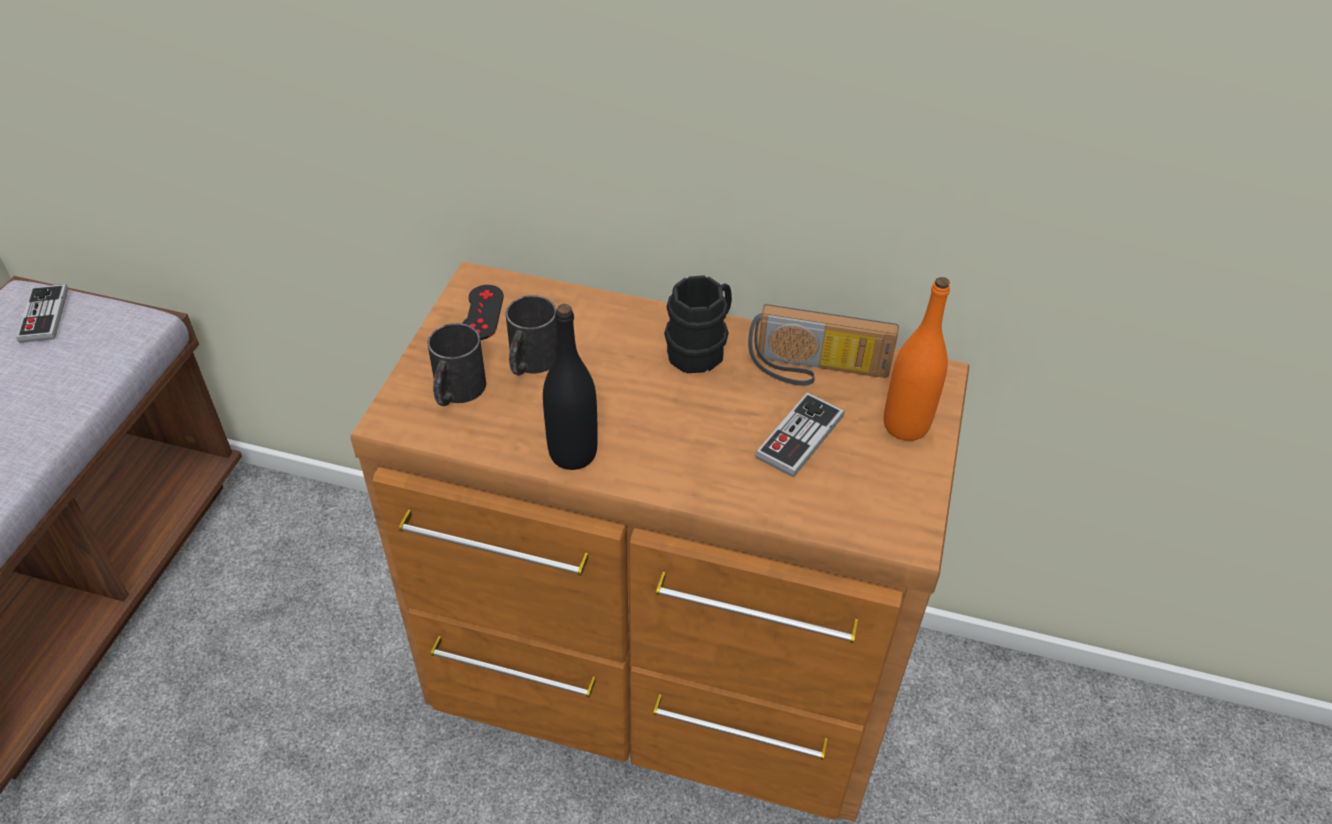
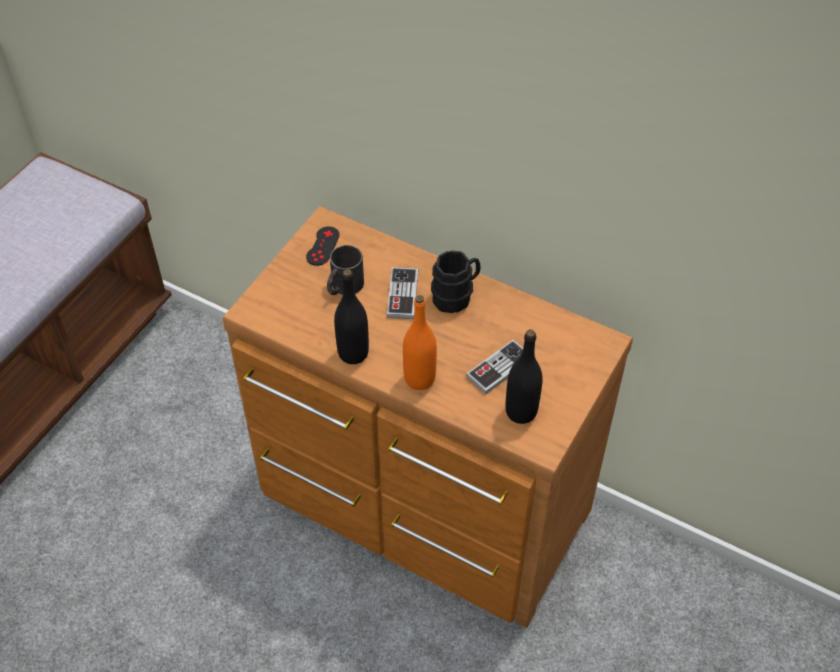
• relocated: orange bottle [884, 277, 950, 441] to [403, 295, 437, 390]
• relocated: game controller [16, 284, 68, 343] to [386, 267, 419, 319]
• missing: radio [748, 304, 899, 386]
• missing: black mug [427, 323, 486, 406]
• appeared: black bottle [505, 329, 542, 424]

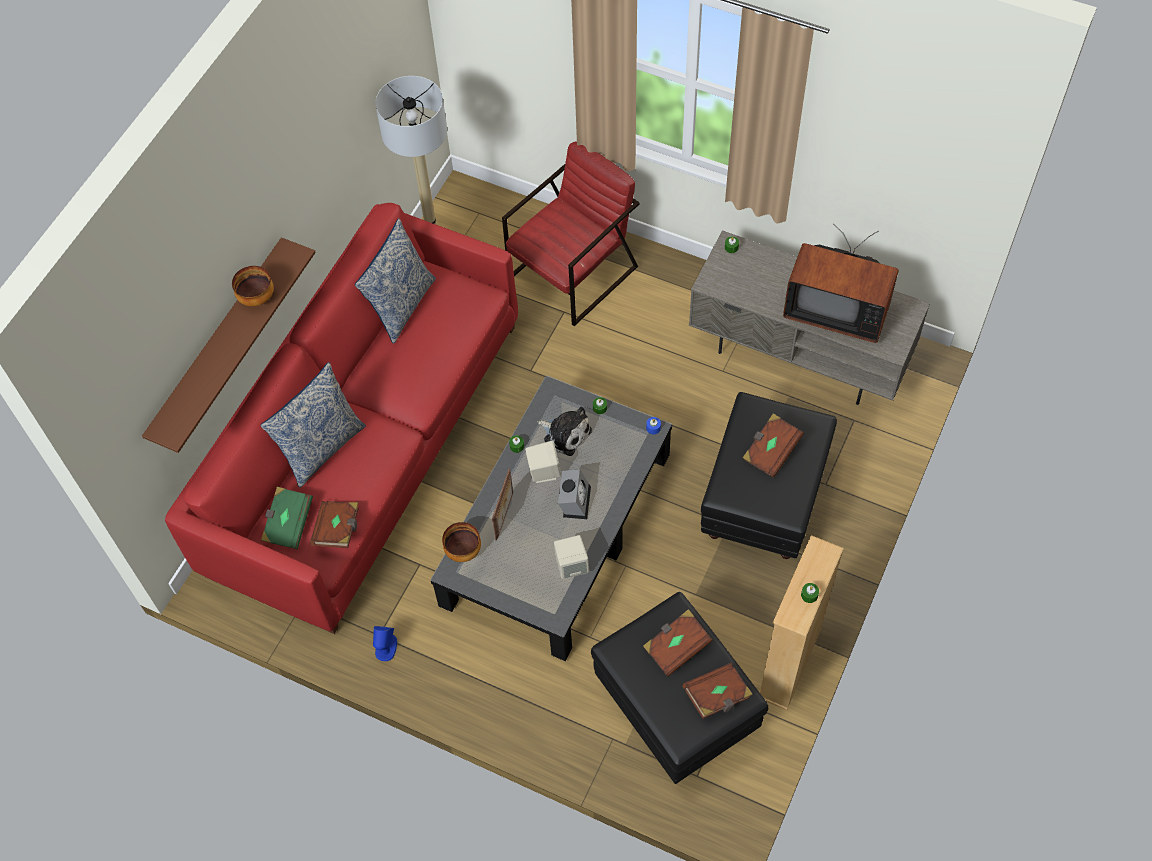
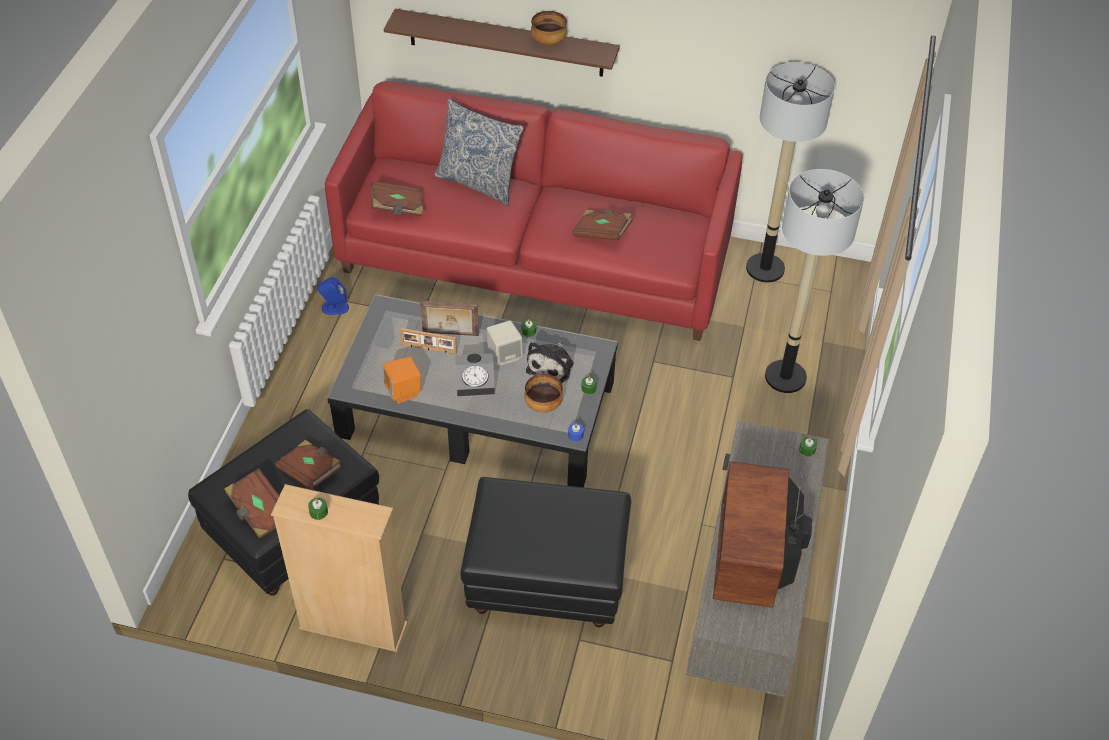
• exchanged: red armchair [502, 142, 640, 326] to floor lamp [765, 169, 864, 393]
• missing: pillow [355, 218, 436, 344]
• relocated: brown book [742, 413, 804, 478] to [572, 210, 633, 240]
• missing: green book [261, 487, 313, 549]
• relocated: bowl [442, 522, 481, 562] to [524, 374, 563, 412]
• colour: beige speaker [554, 535, 589, 579] to orange speaker [383, 357, 421, 404]
• appeared: picture frame [400, 328, 457, 354]

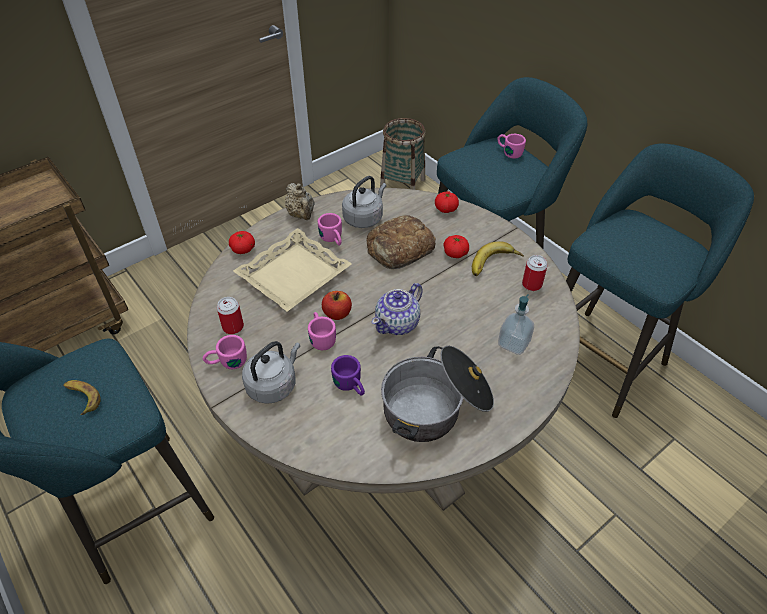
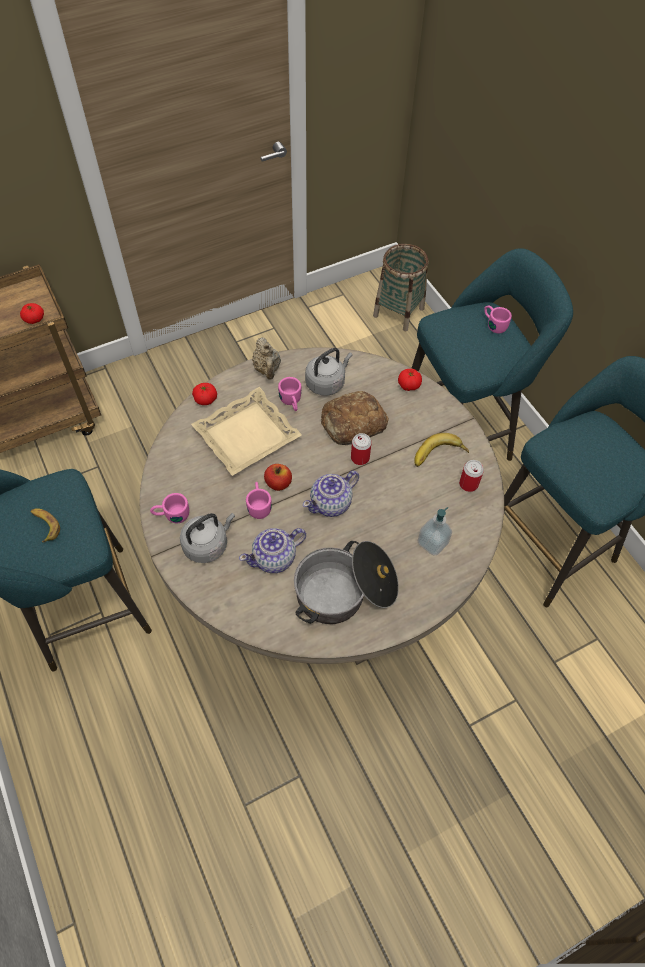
• relocated: tomato [443, 235, 469, 258] to [20, 303, 44, 324]
• relocated: can [217, 297, 244, 334] to [351, 433, 372, 465]
• exchanged: purple mug [331, 355, 365, 395] to teapot [239, 528, 306, 573]

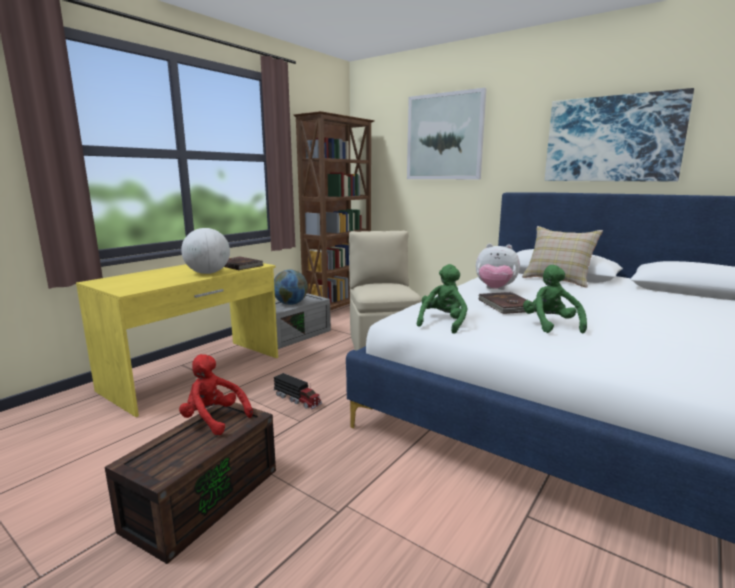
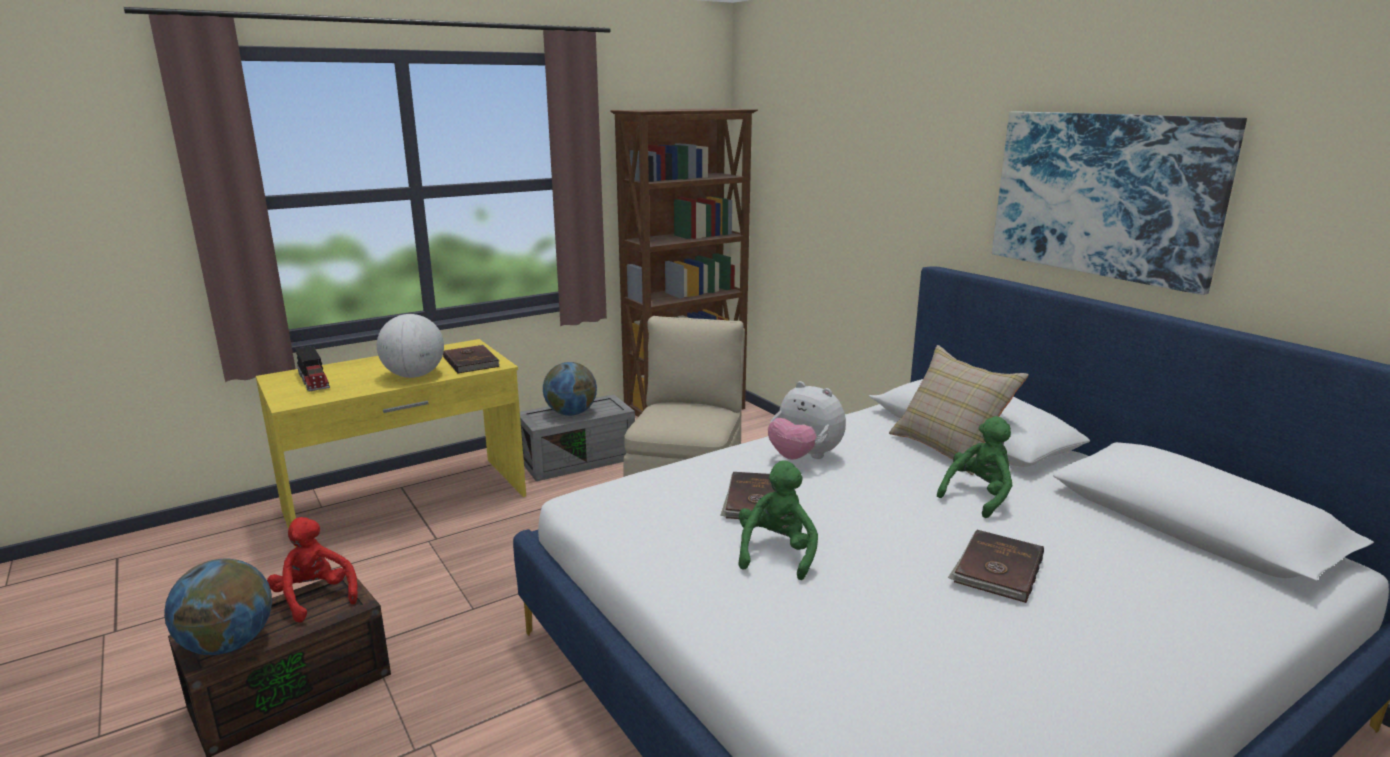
• missing: picture [407, 88, 486, 179]
• relocated: green plush toy [417, 264, 467, 334] to [937, 416, 1012, 518]
• relocated: toy truck [274, 373, 322, 410] to [296, 346, 330, 391]
• appeared: brown book [948, 530, 1044, 603]
• appeared: globe [164, 558, 272, 655]

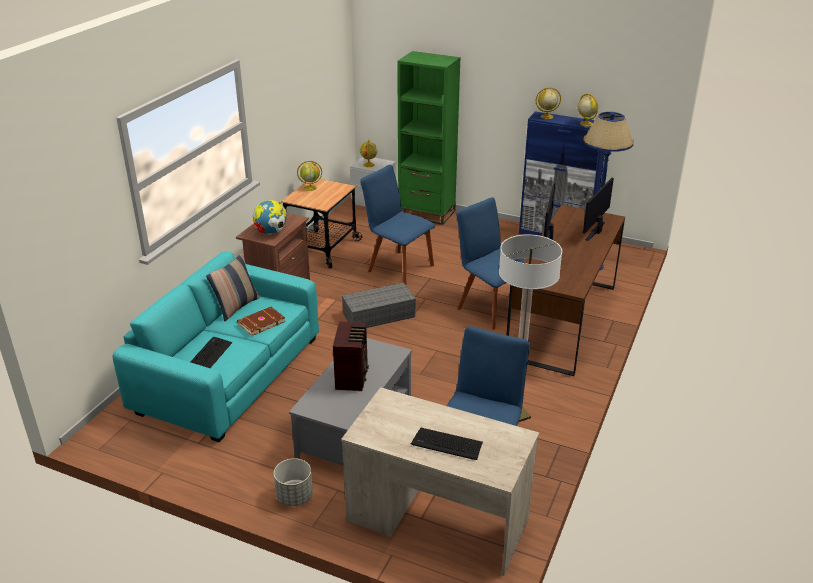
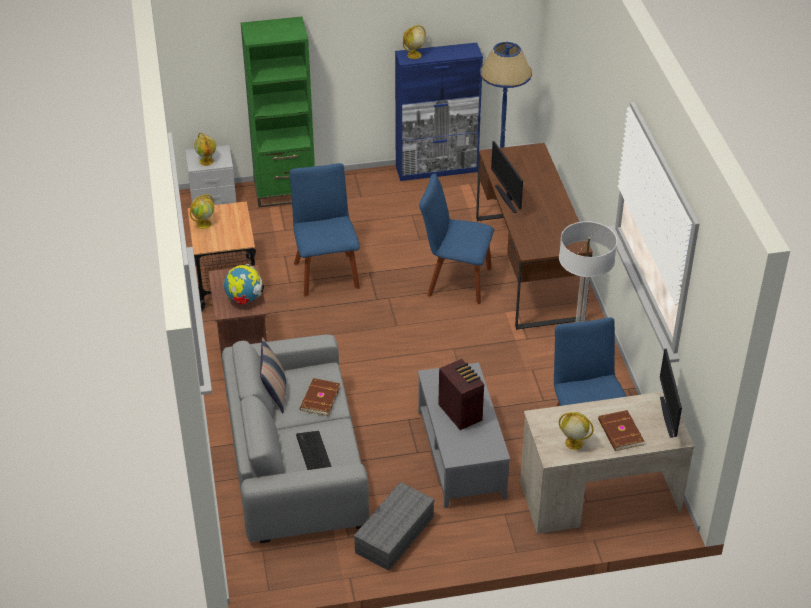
• relocated: globe [578, 93, 598, 126] to [559, 412, 593, 450]
• spun: blue chair [360, 165, 435, 285] = [290, 163, 360, 297] 75 degrees clockwise
• relocated: monitor [583, 178, 614, 241] to [660, 349, 682, 438]
• colour: turquoise sofa [113, 251, 319, 442] to grey sofa [222, 334, 369, 543]
• relocated: grey storage box [342, 282, 416, 328] to [354, 482, 435, 571]
• exchanged: keyboard [411, 428, 483, 460] to brown book [598, 410, 644, 451]
• missing: grey planter [274, 458, 313, 506]

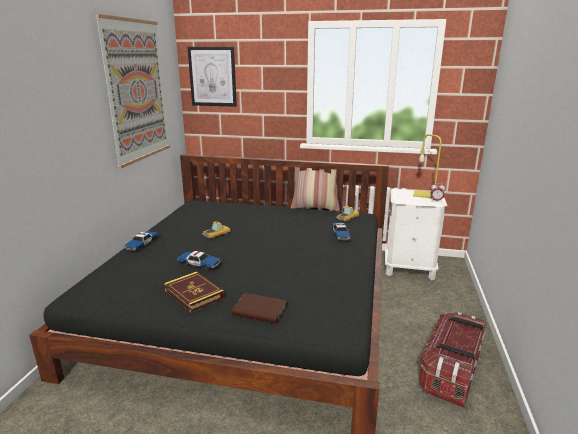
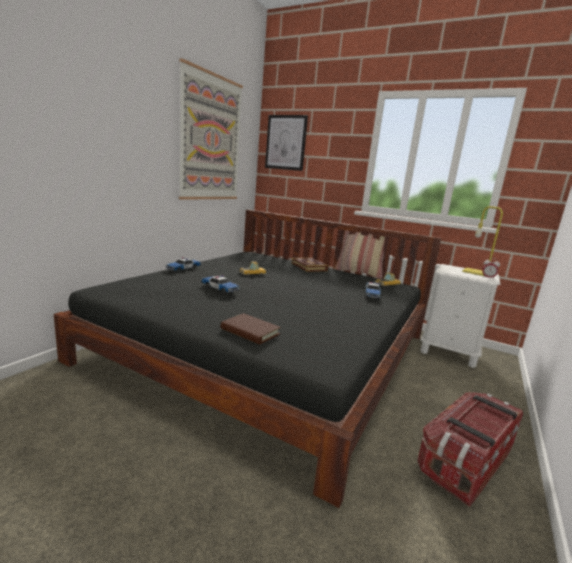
• relocated: book [164, 271, 224, 313] to [292, 258, 328, 272]

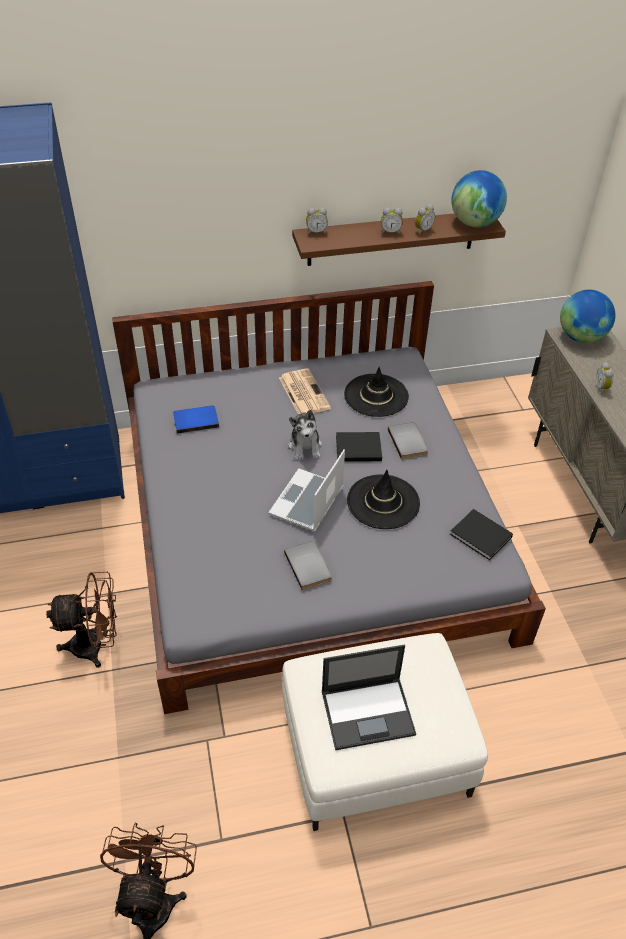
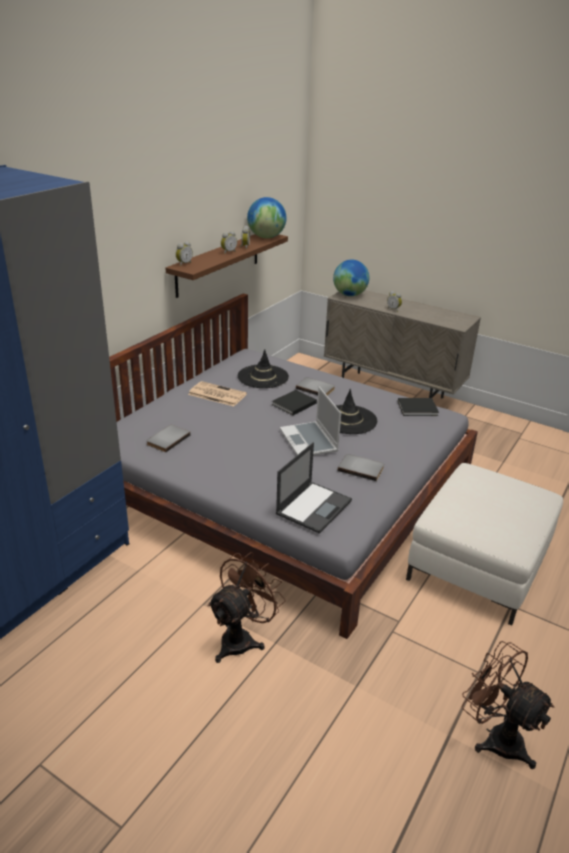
• colour: blue book [173, 405, 219, 434] to grey book [146, 425, 191, 453]
• missing: plush toy [288, 410, 322, 461]
• relocated: laptop [322, 645, 416, 750] to [276, 442, 352, 534]

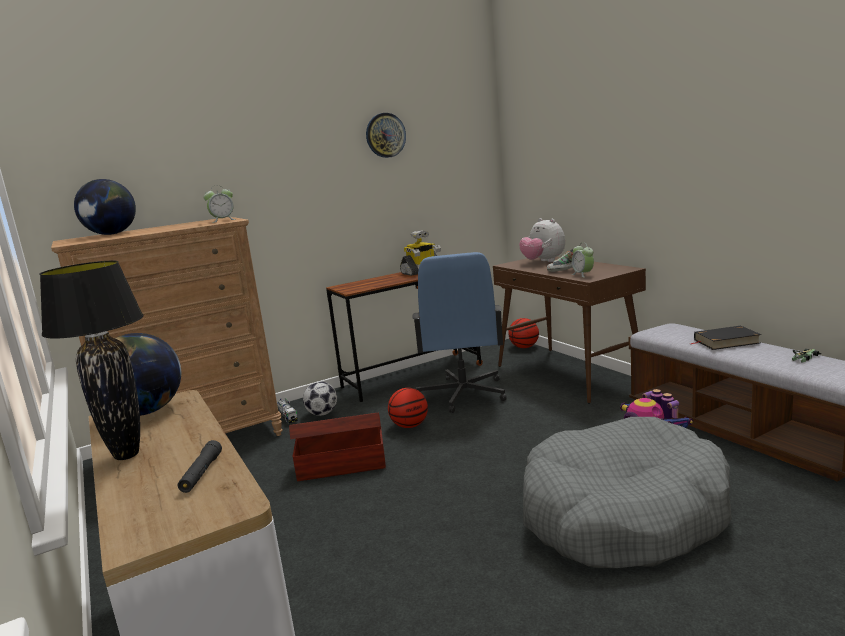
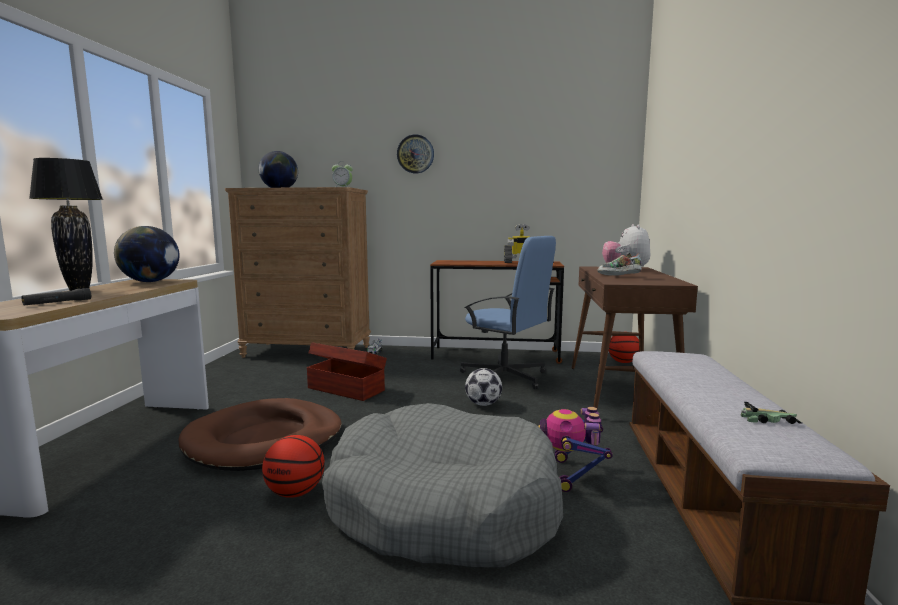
• relocated: wall clock [366, 113, 406, 158] to [397, 135, 434, 173]
• missing: alarm clock [572, 242, 594, 278]
• spun: blue office chair [412, 252, 507, 413] = [460, 236, 556, 389] 90 degrees counterclockwise
• missing: black book [690, 326, 761, 350]
• relocated: football [303, 382, 337, 416] to [465, 368, 502, 406]
• relocated: basketball [388, 388, 428, 428] to [262, 435, 325, 498]
• appeared: brown dog bed [178, 398, 342, 471]

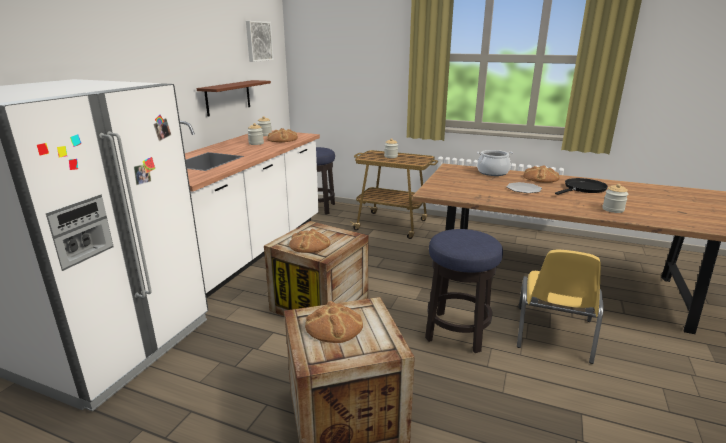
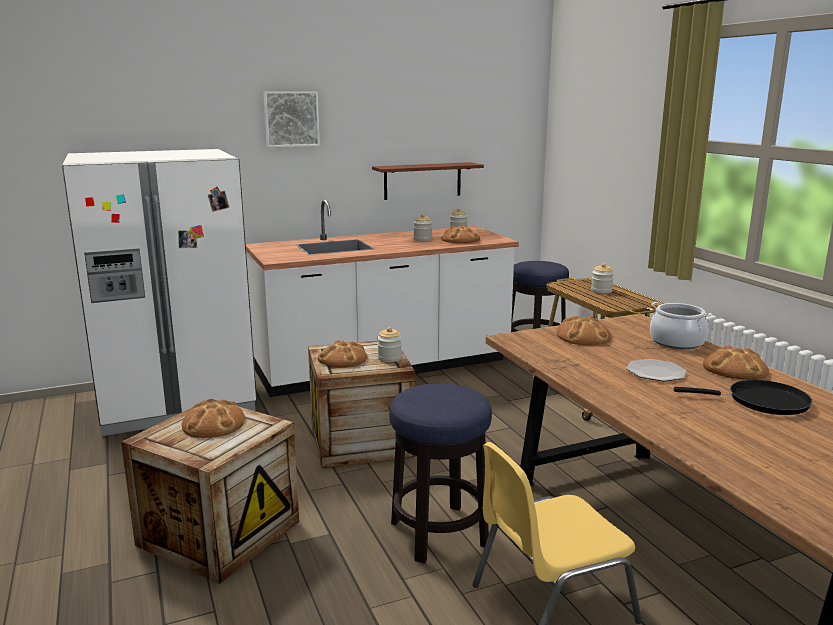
• relocated: picture [246, 21, 273, 62] to [263, 91, 320, 147]
• relocated: jar [603, 184, 628, 213] to [377, 327, 402, 362]
• appeared: bread [556, 316, 612, 345]

